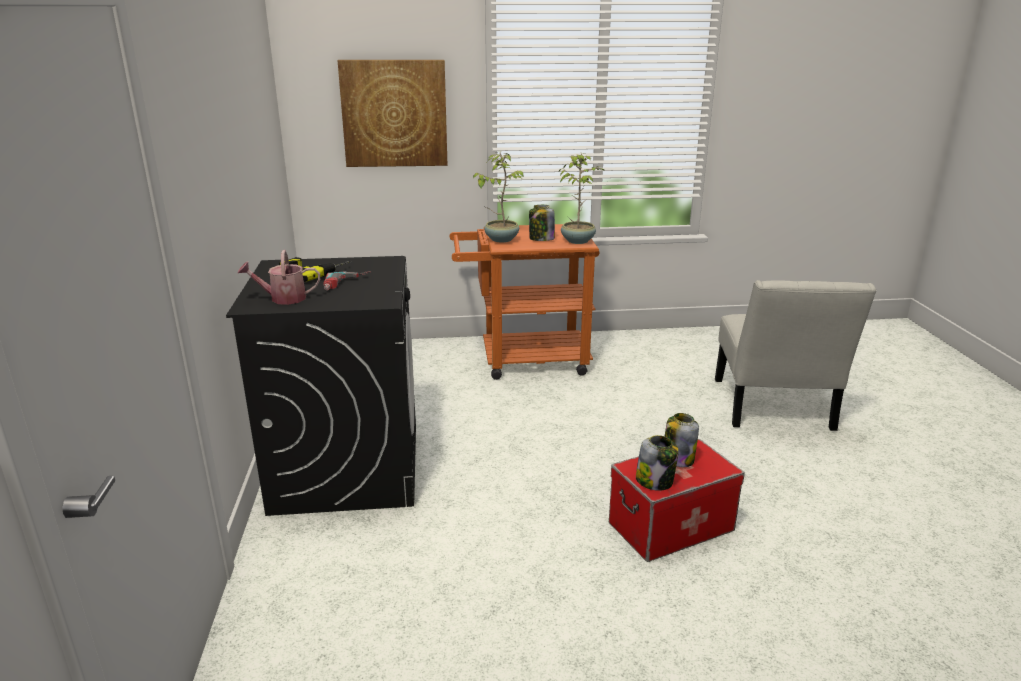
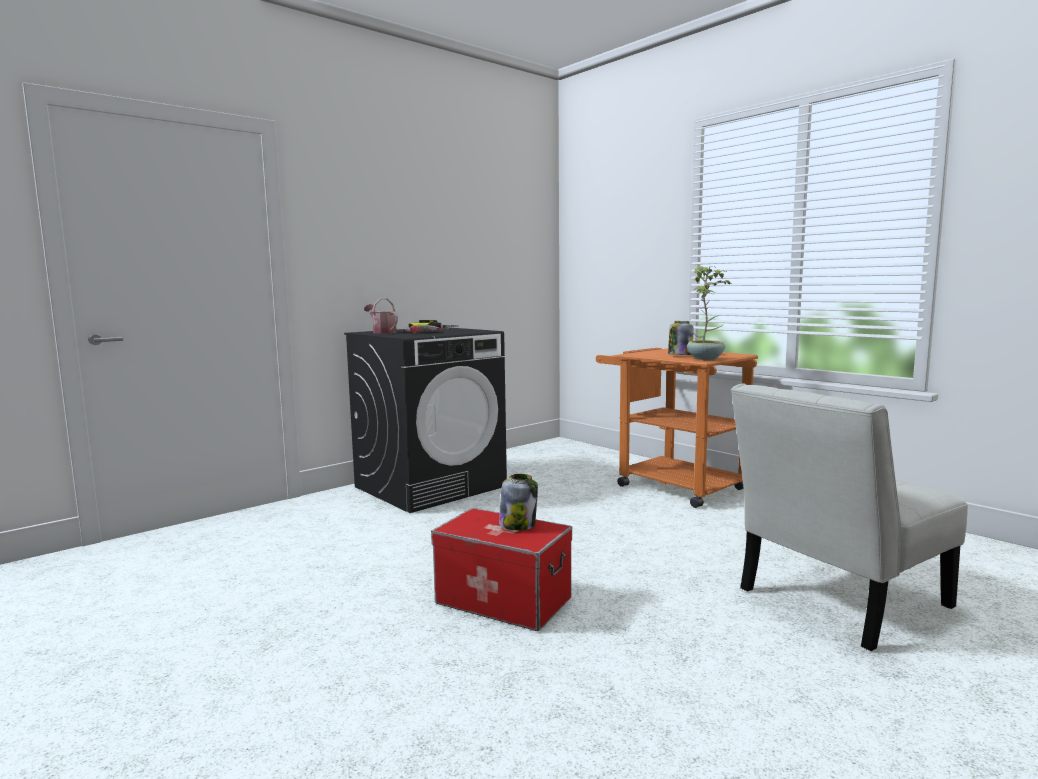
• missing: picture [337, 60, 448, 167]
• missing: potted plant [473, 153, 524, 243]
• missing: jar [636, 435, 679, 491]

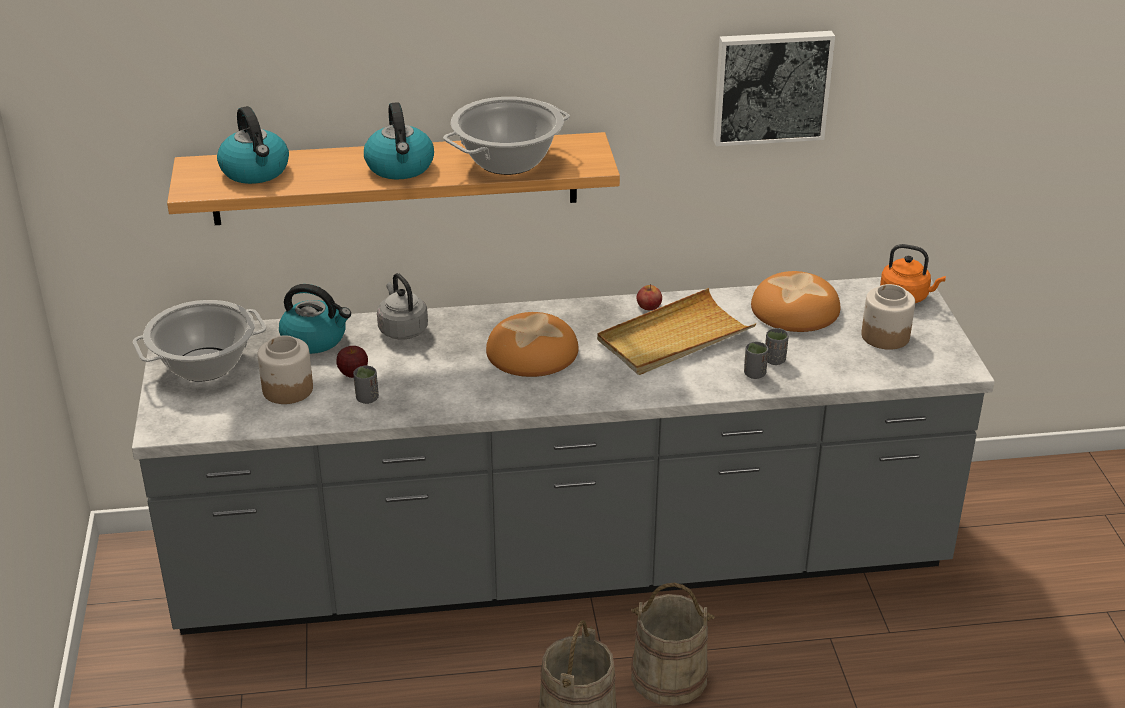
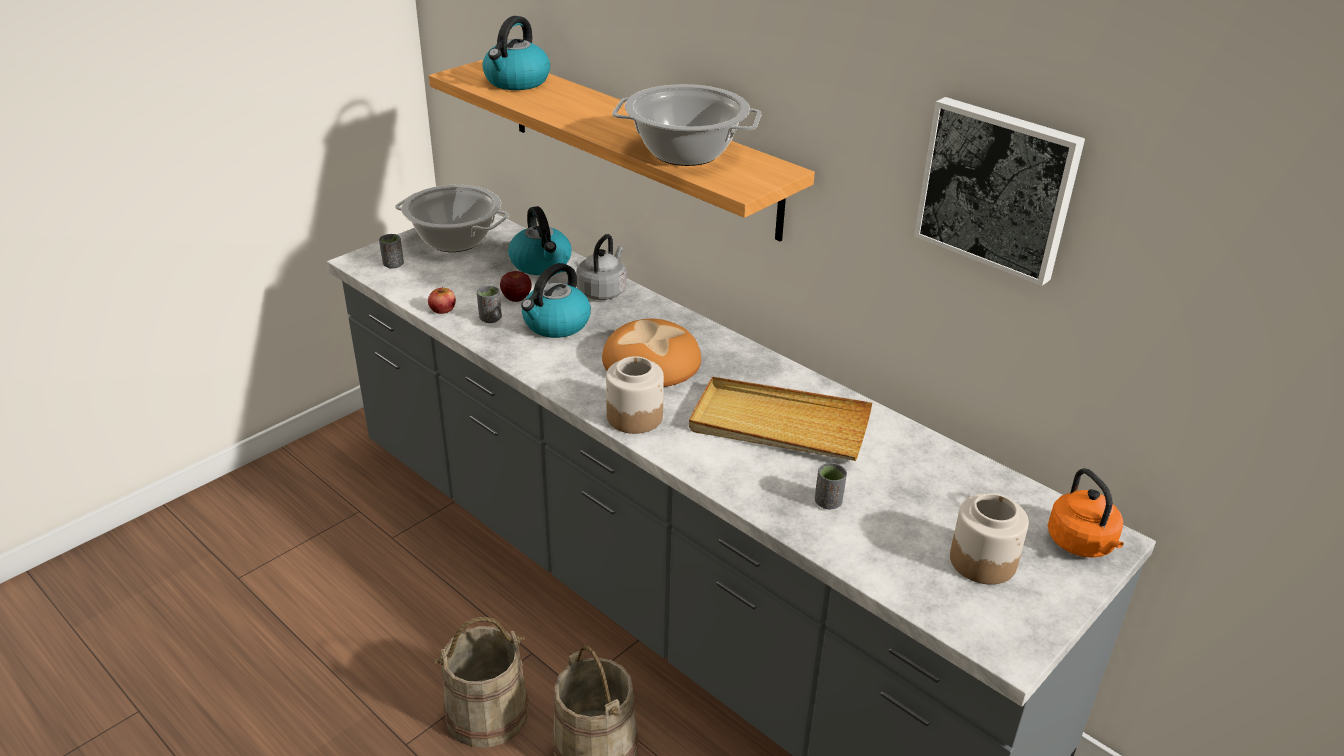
• relocated: kettle [364, 102, 434, 180] to [521, 263, 591, 338]
• missing: bread [751, 271, 840, 332]
• relocated: apple [637, 284, 662, 310] to [428, 287, 456, 314]
• relocated: jar [257, 335, 313, 404] to [606, 356, 664, 434]
• relocated: grey cup [744, 342, 768, 379] to [379, 234, 404, 269]

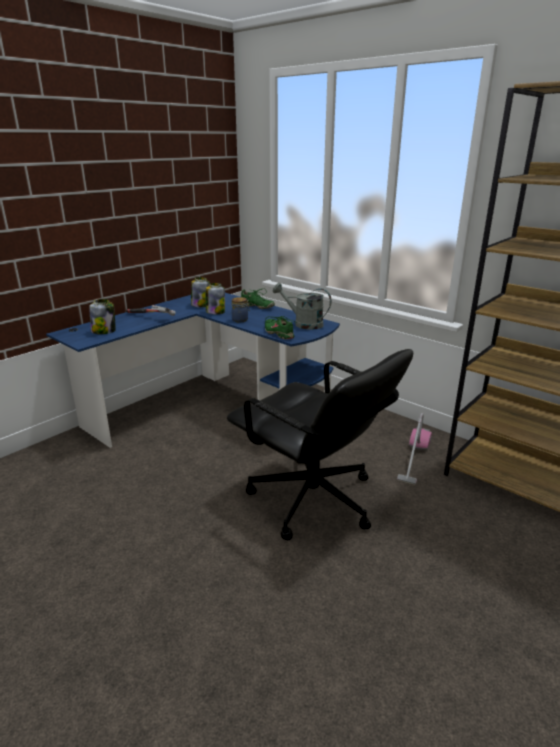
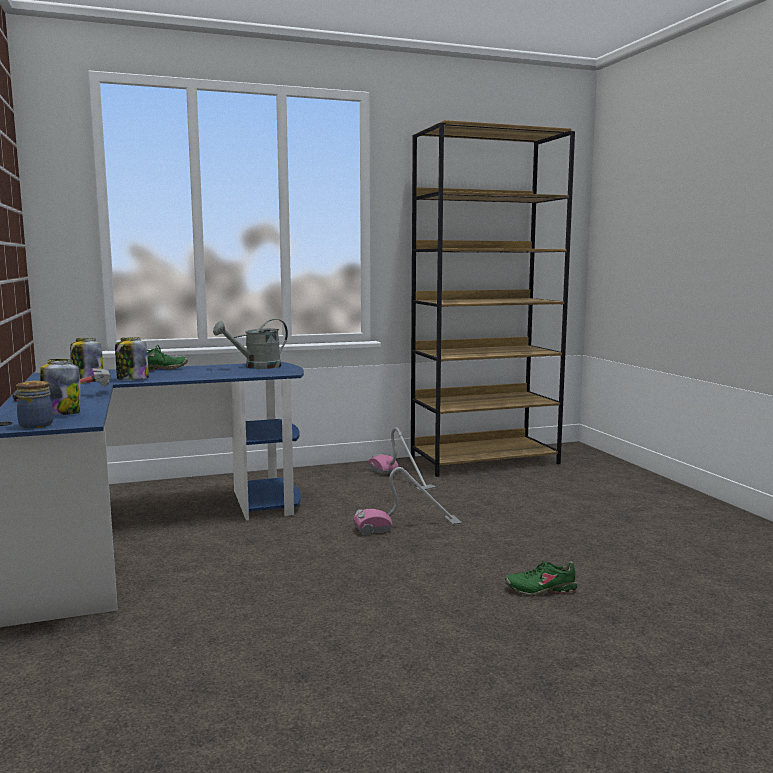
• relocated: jar [232, 297, 250, 323] to [16, 381, 53, 428]
• relocated: green shoe [265, 316, 295, 339] to [505, 560, 577, 596]
• exchanged: black office chair [227, 349, 413, 540] to vacuum cleaner [353, 467, 462, 535]

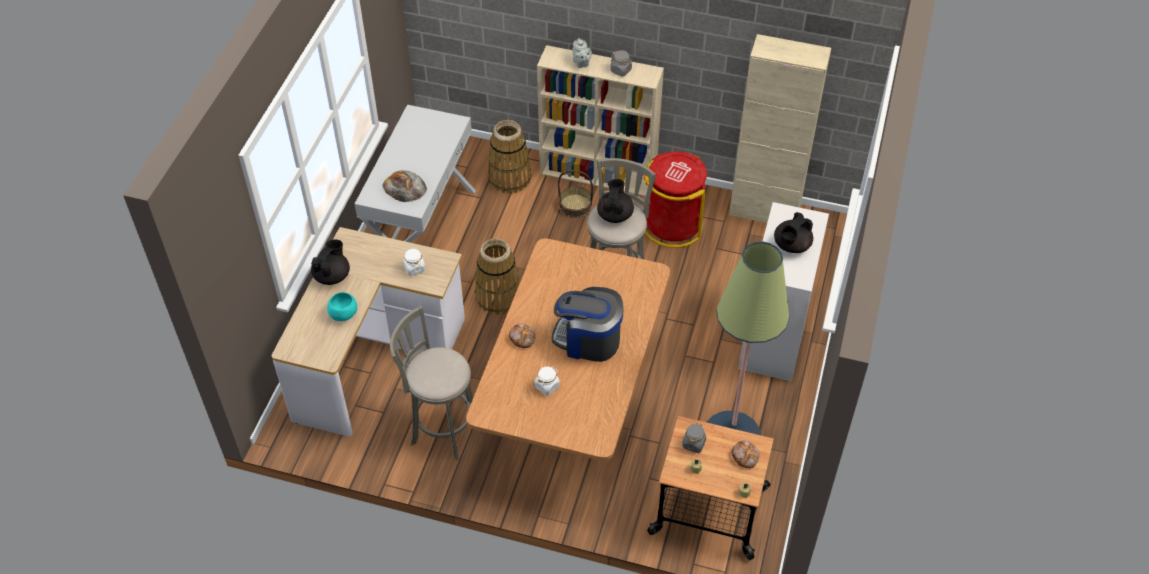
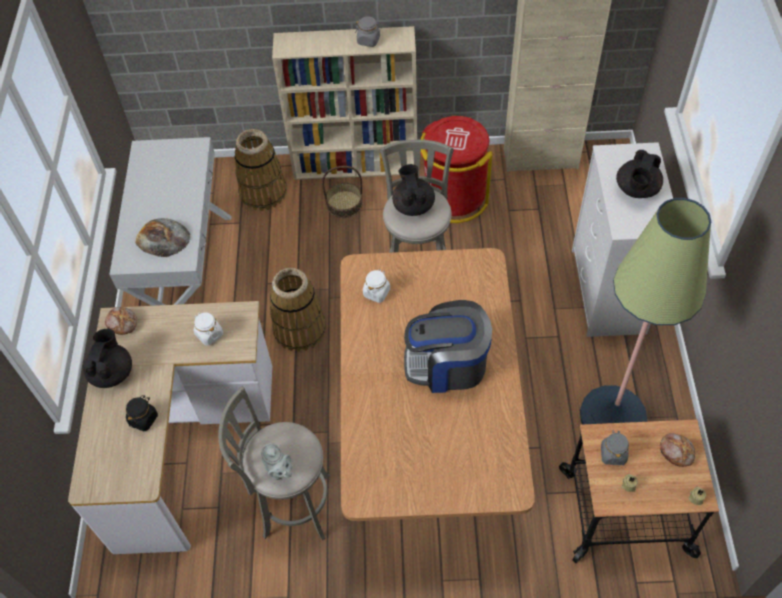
• relocated: grey teapot [572, 38, 592, 68] to [261, 443, 292, 480]
• exchanged: turquoise bowl [327, 292, 357, 321] to black jar [126, 396, 158, 431]
• relocated: bread [509, 324, 536, 348] to [105, 307, 137, 335]
• relocated: white jar [535, 366, 560, 396] to [363, 269, 390, 303]

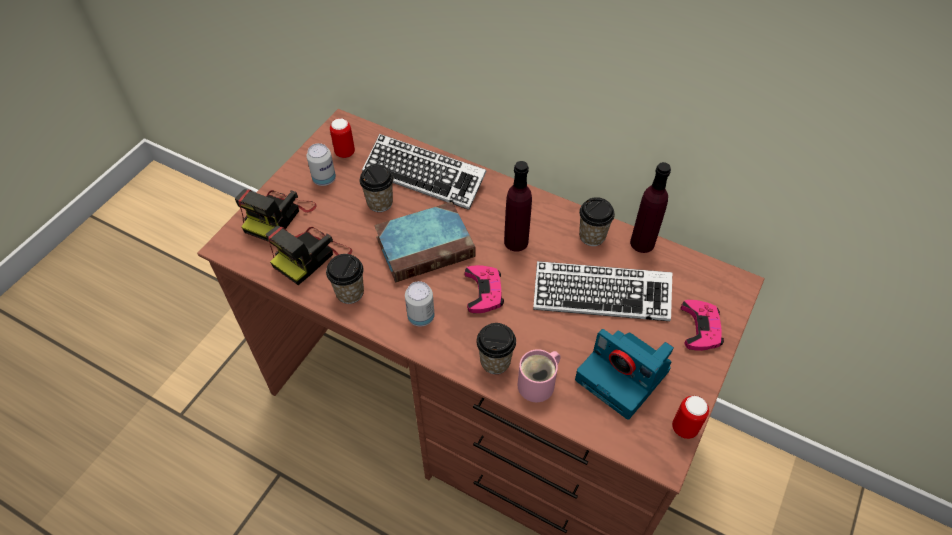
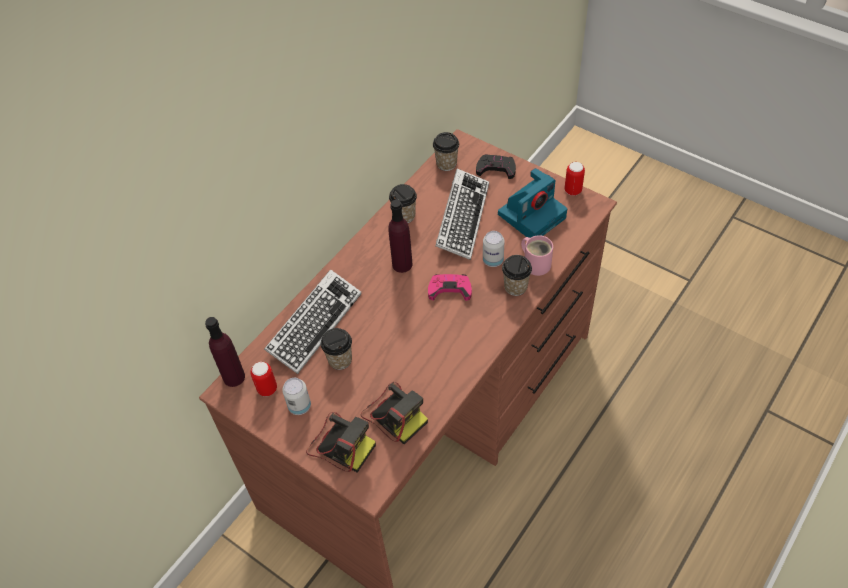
• relocated: purple bottle [630, 162, 671, 253] to [205, 317, 245, 387]
• missing: book [374, 202, 476, 283]
• relocated: cup [326, 254, 364, 304] to [433, 132, 459, 171]
• relocated: can [405, 281, 435, 327] to [483, 231, 505, 267]
• colour: pink game controller [681, 300, 724, 351] to black game controller [476, 154, 516, 179]

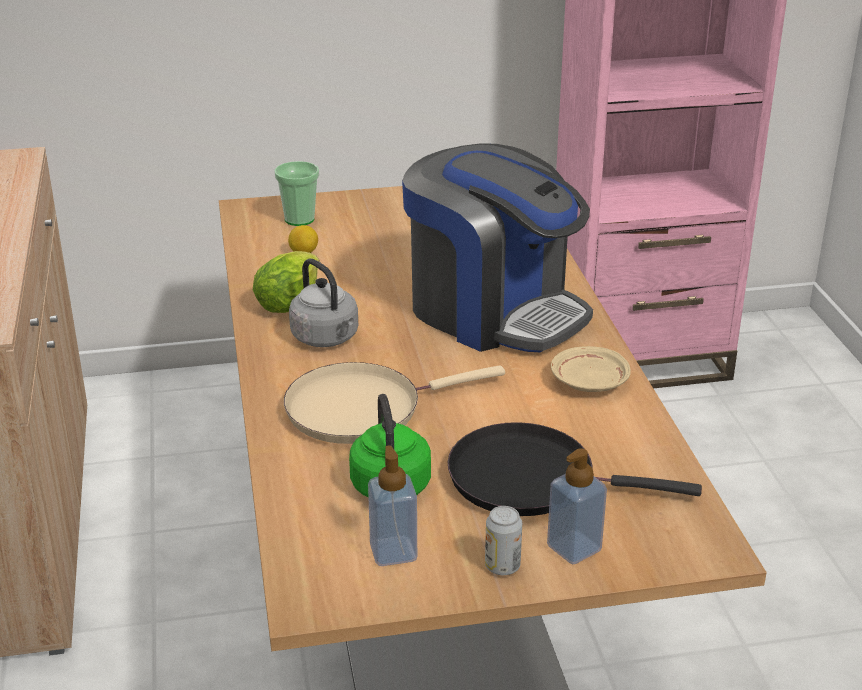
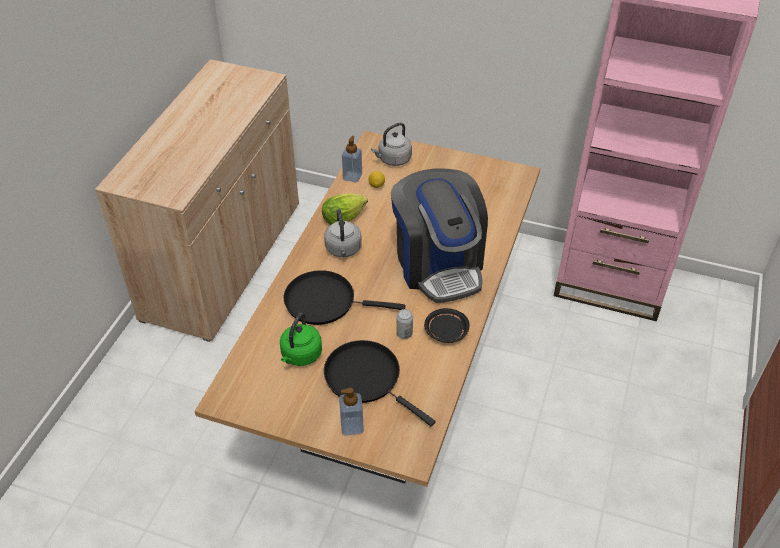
• exchanged: cup [274, 161, 319, 226] to grey kettle [371, 123, 412, 166]
• colour: beige plate [551, 346, 631, 392] to black plate [424, 308, 470, 343]
• colour: beige frying pan [284, 362, 505, 444] to black frying pan [284, 270, 405, 325]
• relocated: soap dispenser [368, 445, 417, 566] to [342, 136, 362, 183]
• relocated: can [485, 506, 522, 575] to [396, 309, 413, 339]

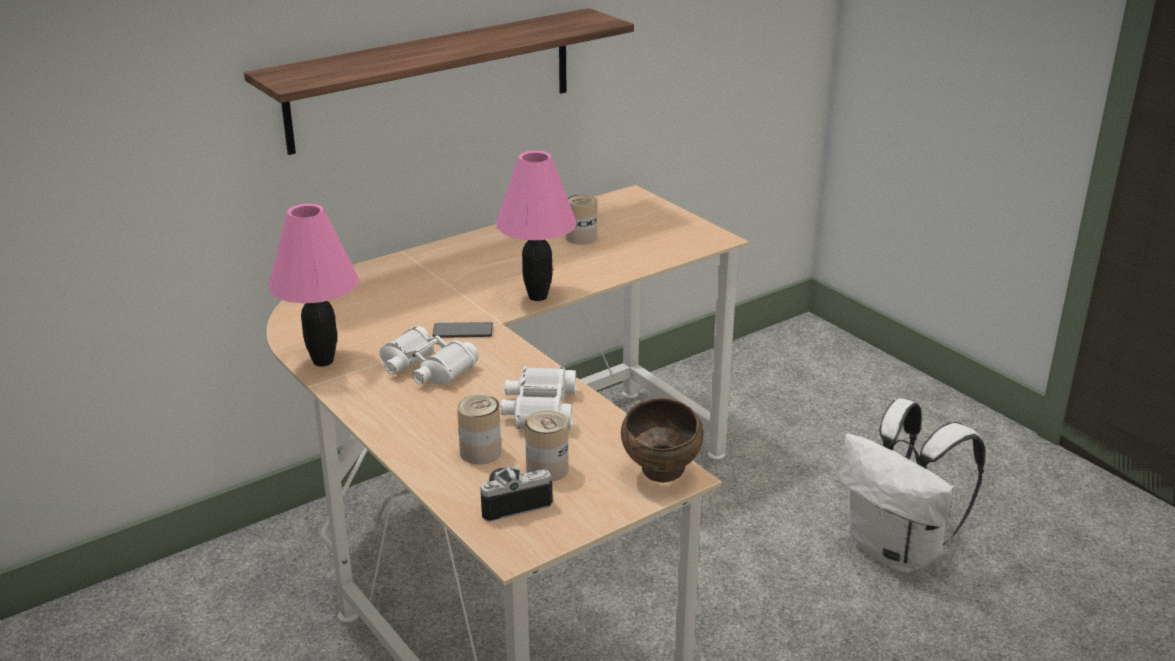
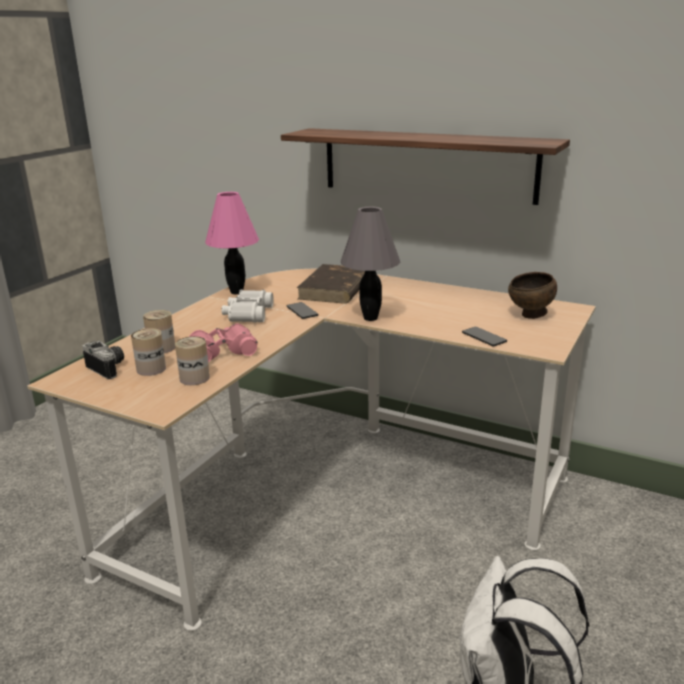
• colour: pink table lamp [496, 151, 577, 301] to grey table lamp [341, 207, 400, 321]
• relocated: can [566, 195, 597, 245] to [175, 336, 210, 385]
• colour: white binoculars [501, 366, 576, 430] to pink binoculars [189, 324, 258, 362]
• relocated: brown bowl [621, 398, 704, 483] to [508, 272, 557, 319]
• appeared: brown book [297, 264, 365, 304]
• appeared: phone [462, 327, 507, 346]

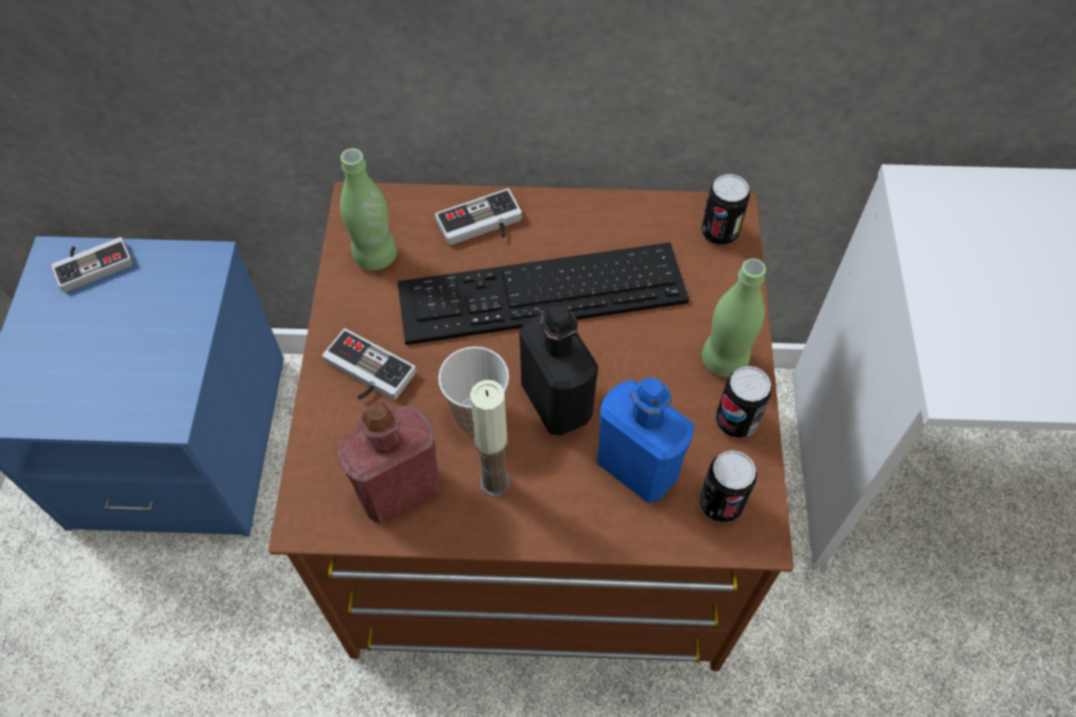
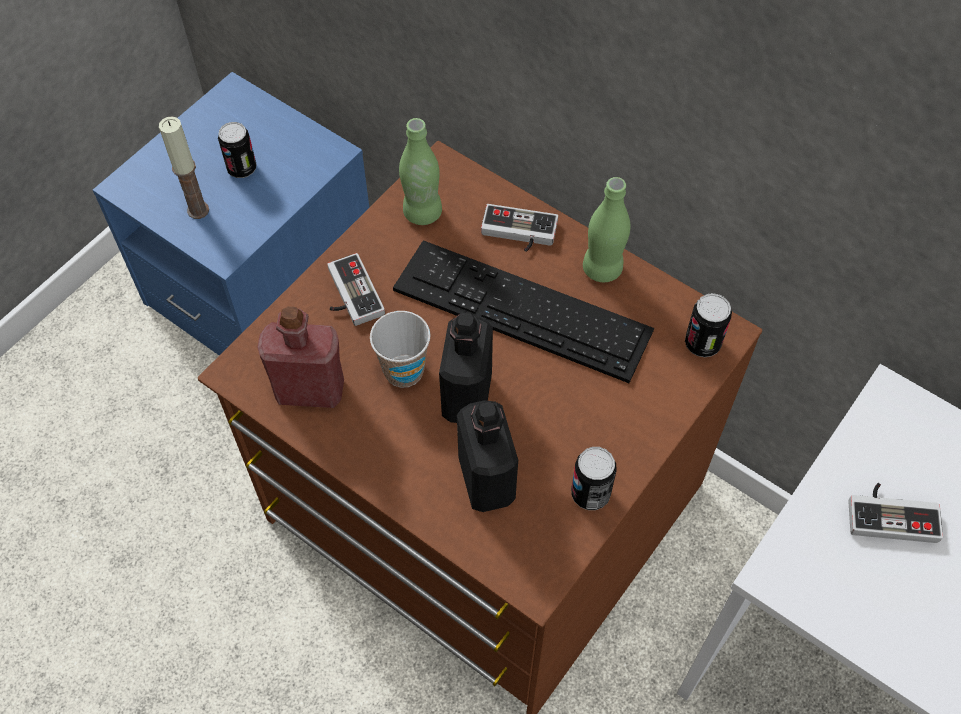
• relocated: game controller [51, 237, 133, 292] to [849, 483, 943, 543]
• relocated: green bottle [702, 259, 766, 377] to [583, 177, 630, 282]
• colour: blue bottle [597, 378, 694, 503] to black bottle [457, 400, 518, 512]
• relocated: candle [470, 380, 511, 497] to [159, 116, 209, 219]
• relocated: can [699, 450, 757, 523] to [218, 122, 257, 178]

